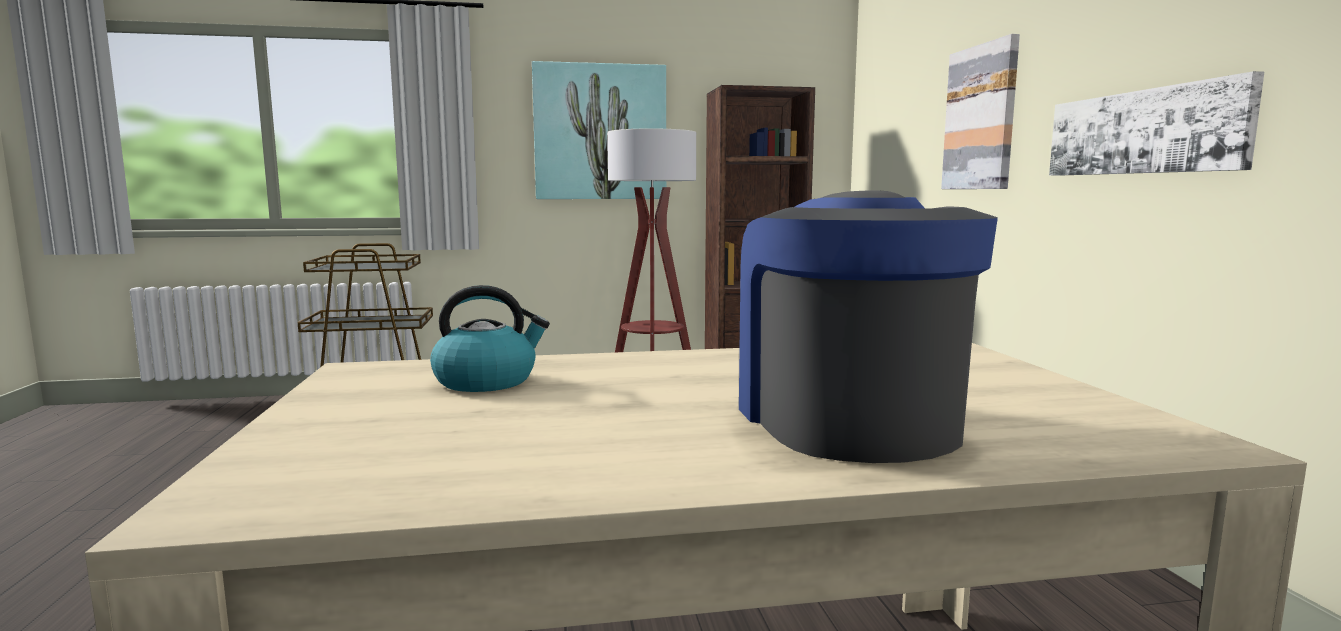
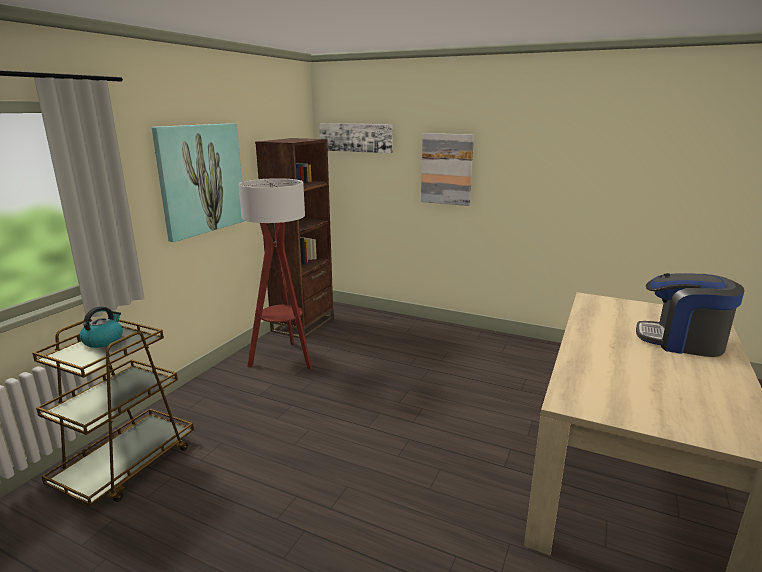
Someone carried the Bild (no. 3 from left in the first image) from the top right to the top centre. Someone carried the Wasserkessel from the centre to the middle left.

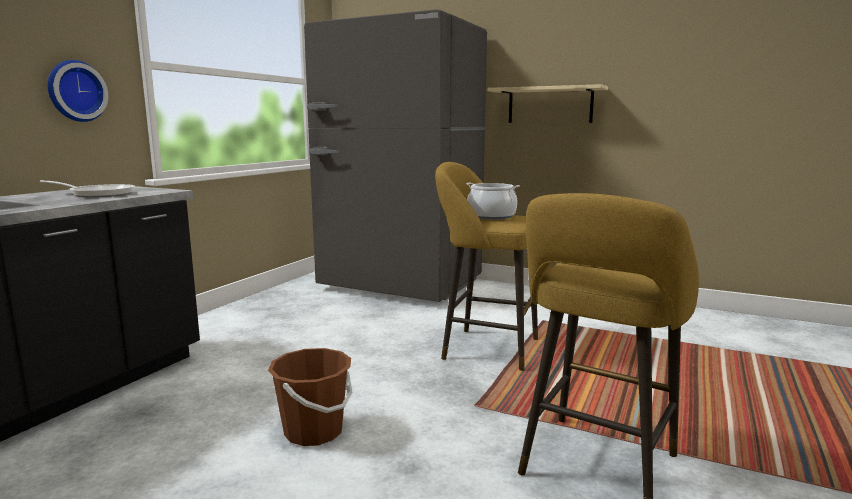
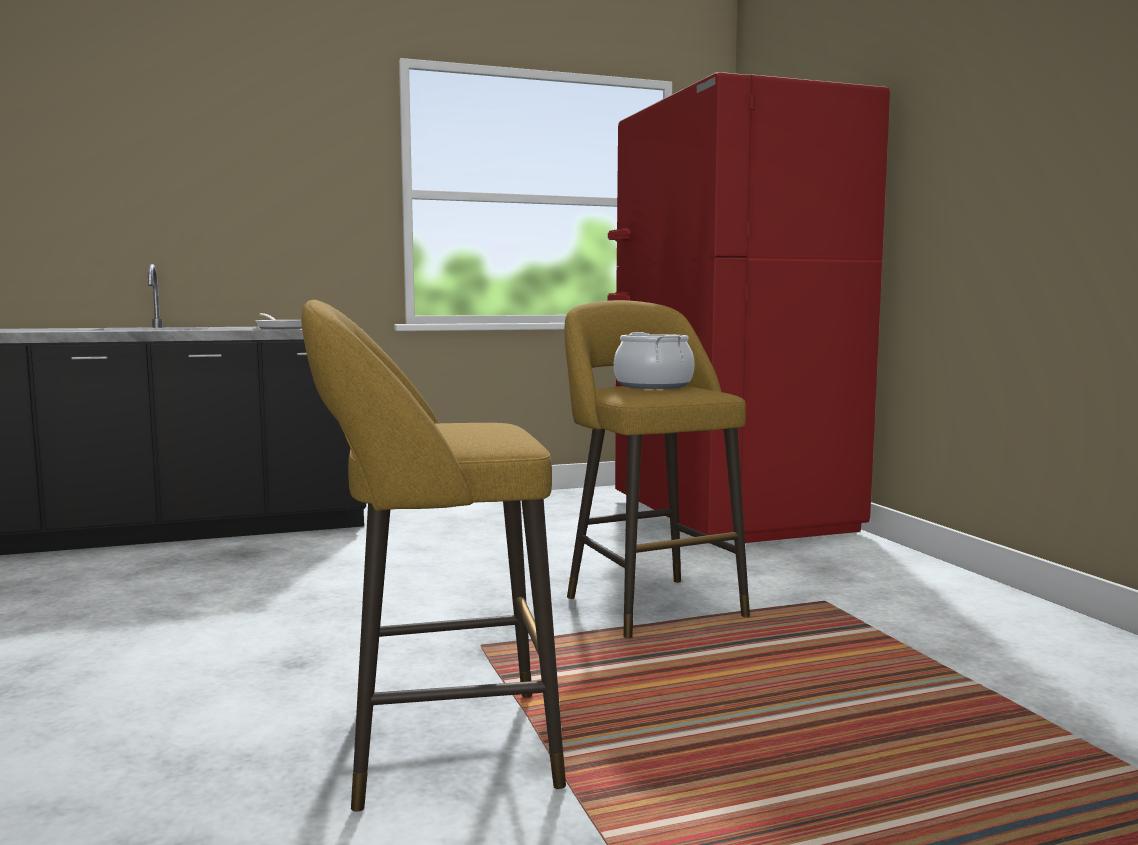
Someone repainted the Kühlschrank [grau] at the top centre, which became the Kühlschrank [rot] at the centre. Someone took away the Wanduhr at the top left. Someone took away the Wandregal [beige] at the top centre. Someone took away the Eimer [braun] at the bottom centre.

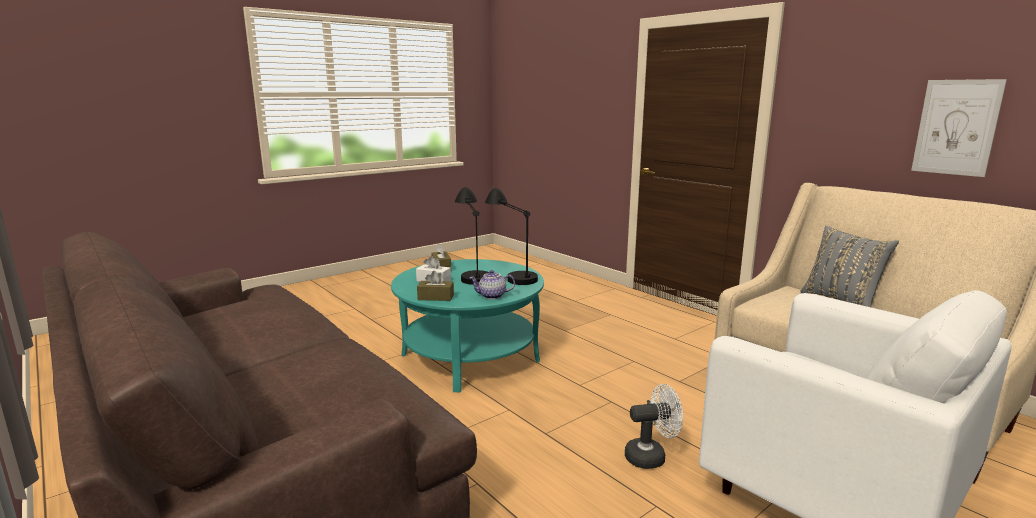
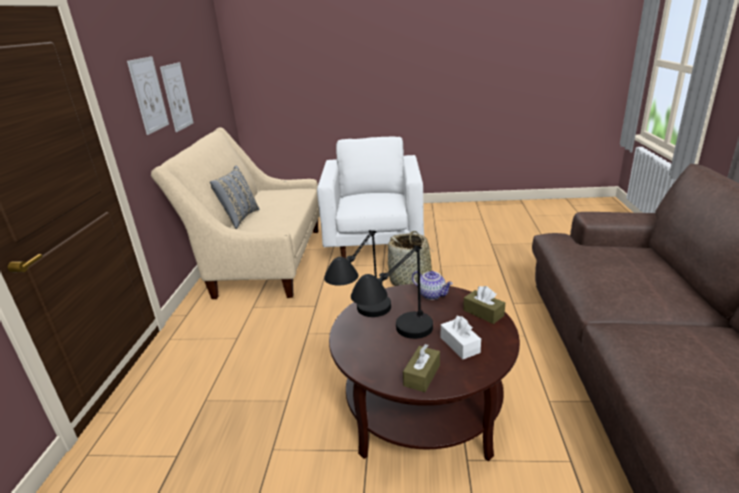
Someone repainted the Couchtisch [türkis] at the centre, which became the Couchtisch [braun] at the bottom centre. Someone swapped the Ventilator [weiß] at the bottom centre for the Korb at the centre. Someone put up the Bild (no. 1 from left) at the top left.

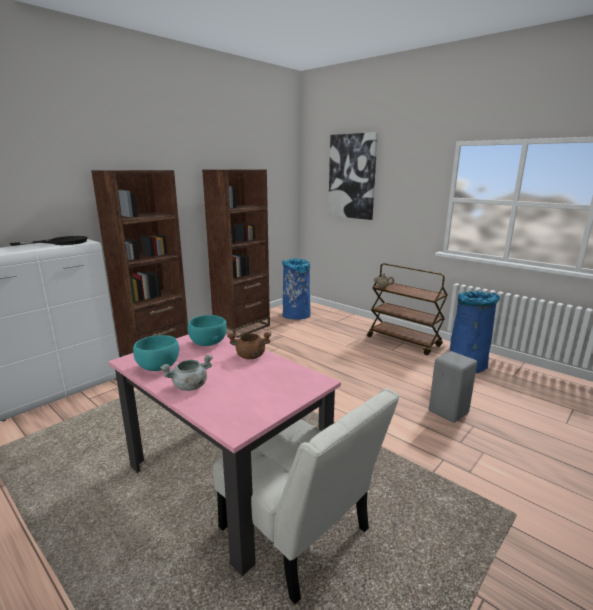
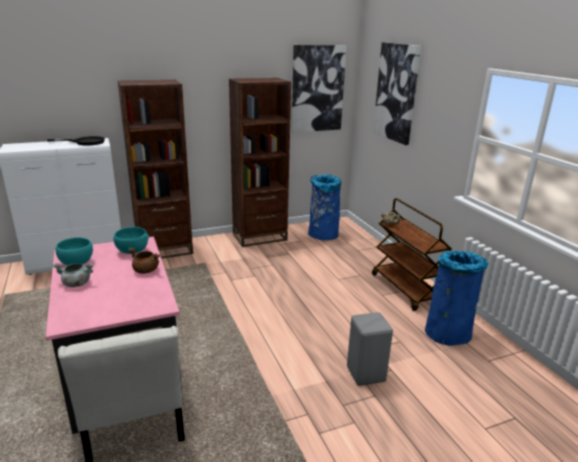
Someone put up the Bild (no. 1 from left) at the top centre.

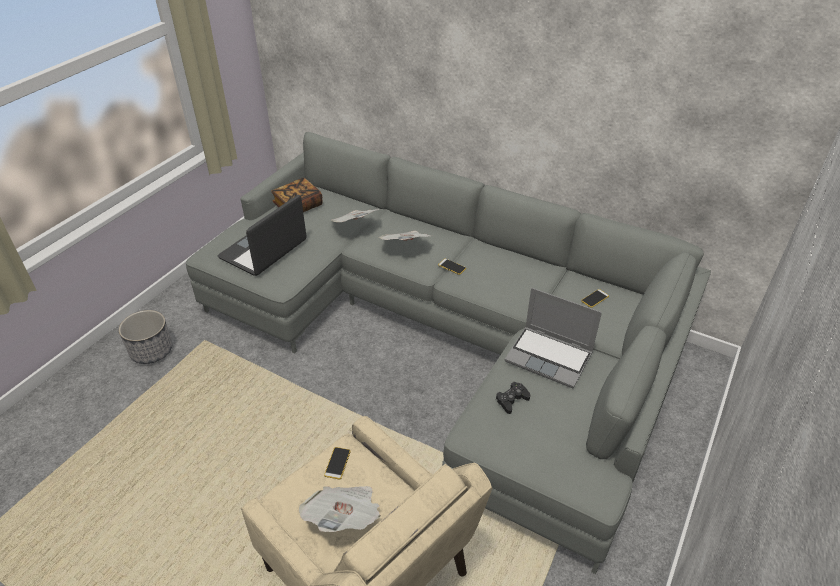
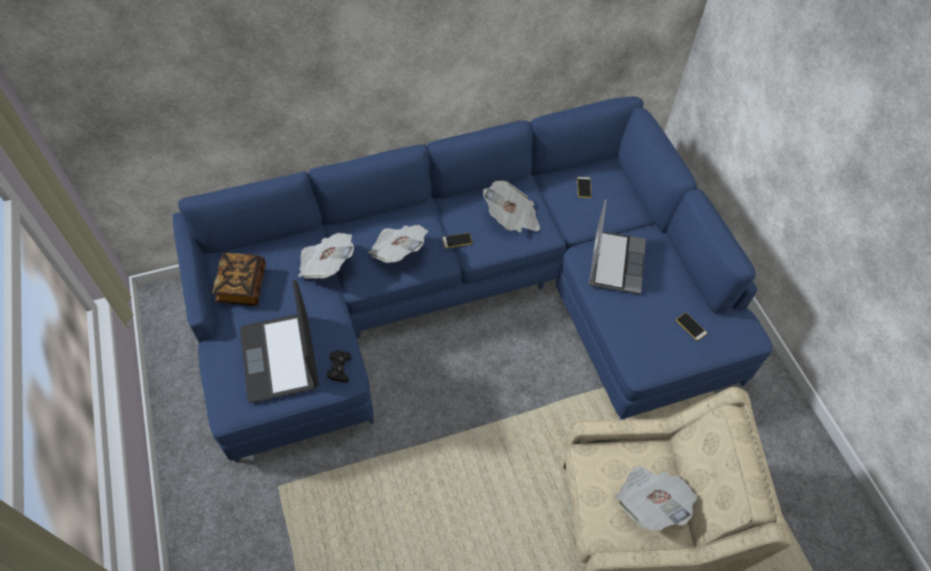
Someone repainted the Sofa [grau] at the centre, which became the Sofa [blau] at the centre. Someone rotated the Laptop (no. 2 from left) at the centre by 60 degrees counterclockwise. Someone took away the Pflanzkübel at the middle left. Someone carried the Gamepad [schwarz] from the bottom centre to the centre. Someone carried the Handy (no. 1 from left in the first image) from the bottom centre to the middle right. Someone put down the Zeitung (no. 3 from left) at the centre.

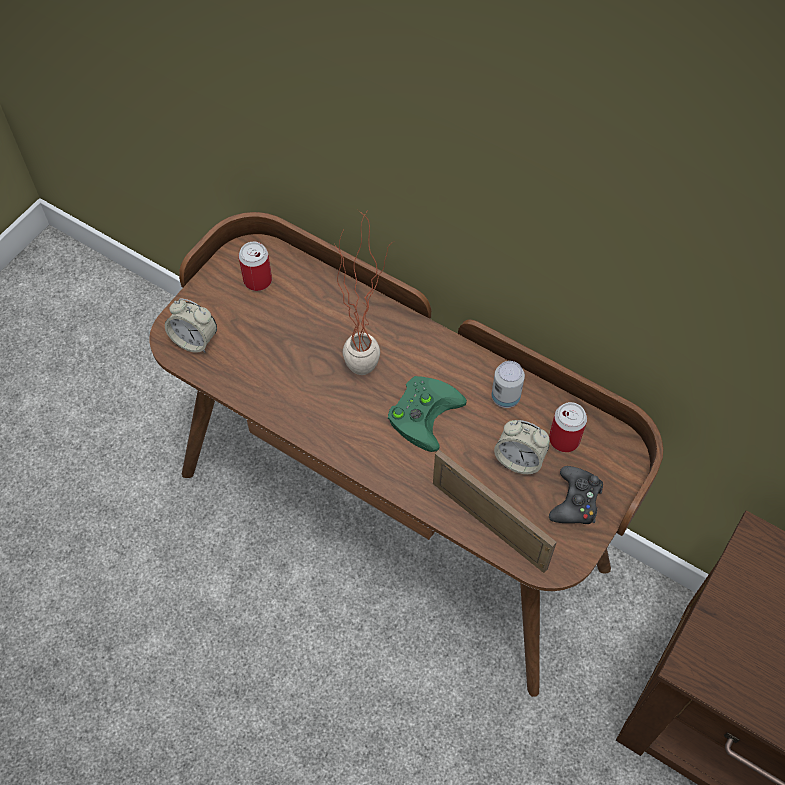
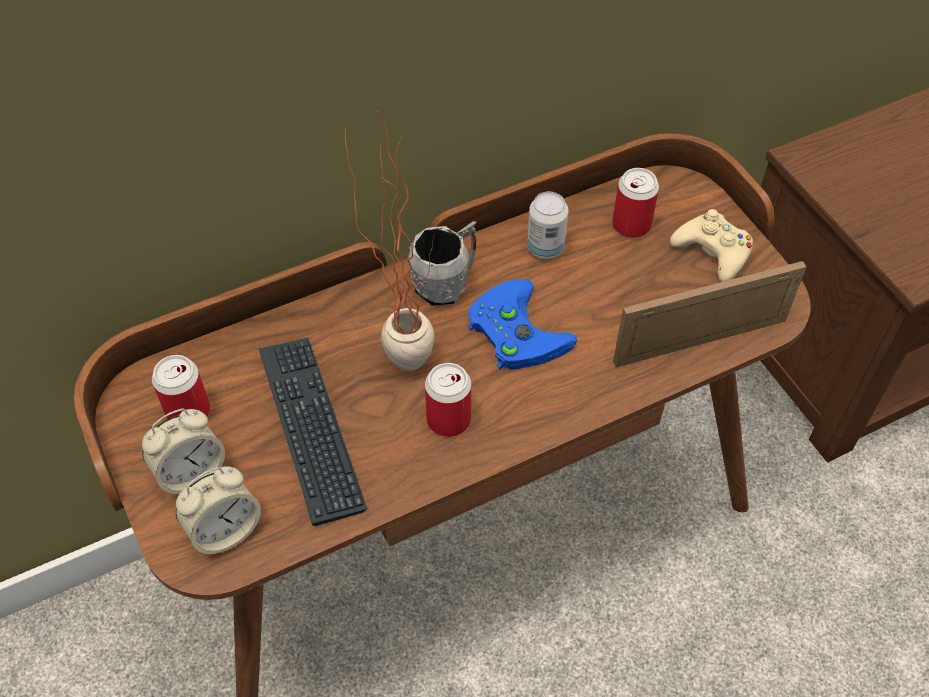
Someone repainted the Gamepad [grün] at the centre, which became the Gamepad [blau] at the centre. Someone carried the Wecker (no. 2 from left in the first image) from the centre to the middle left. Someone repainted the Gamepad [schwarz] at the middle right, which became the Gamepad [beige] at the middle right. Someone put down the Henkelbecher [grau] at the centre. Someone put down the Tastatur at the centre. Someone put down the Dose (no. 2 from left) at the centre.

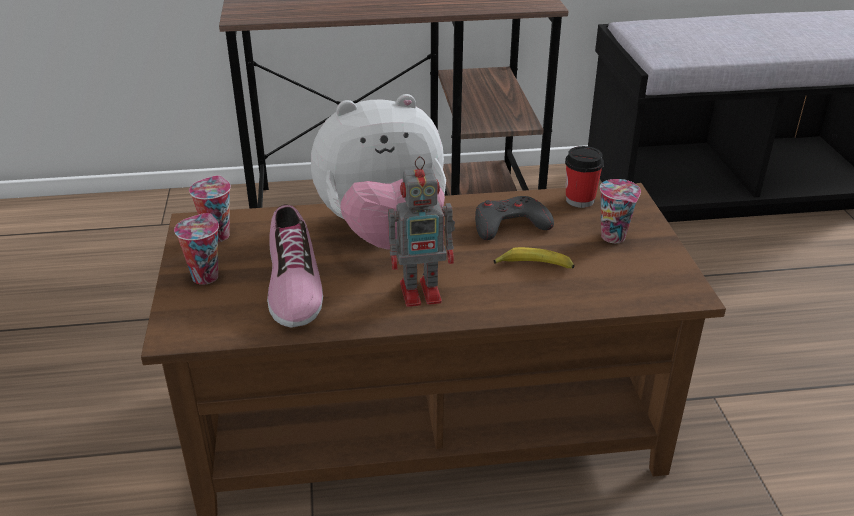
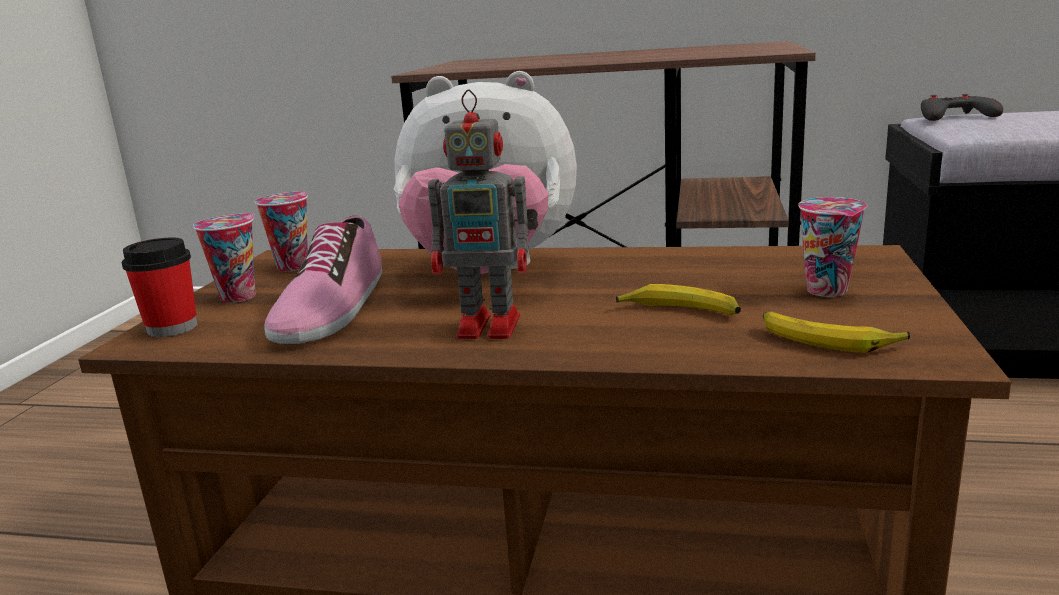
Someone carried the Tasse (no. 3 from left in the first image) from the middle right to the middle left. Someone carried the Gamepad [grau] from the centre to the top right. Someone put down the Banane (no. 2 from left) at the middle right.

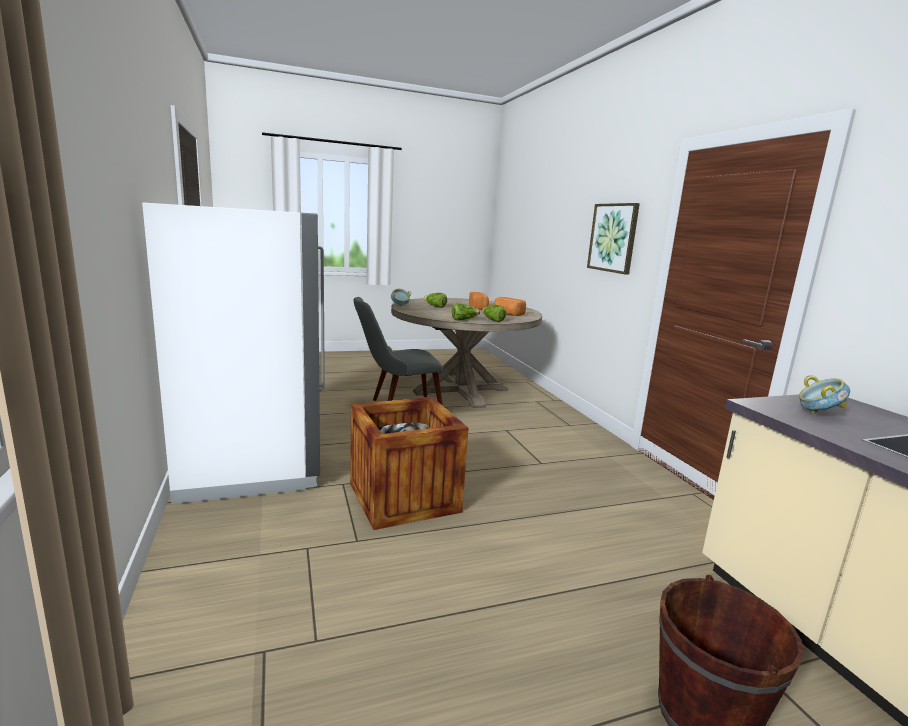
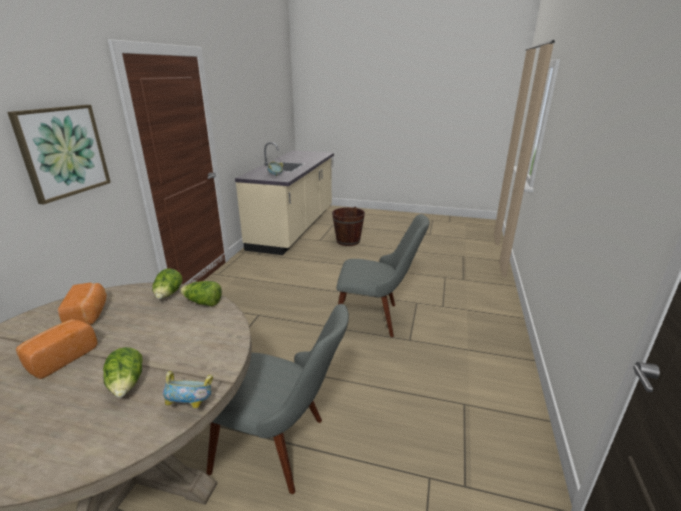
Someone took away the Kühlschrank [weiß] at the middle left. Someone swapped the Kiste at the centre for the Stuhl [grau] (no. 2 from left) at the centre.

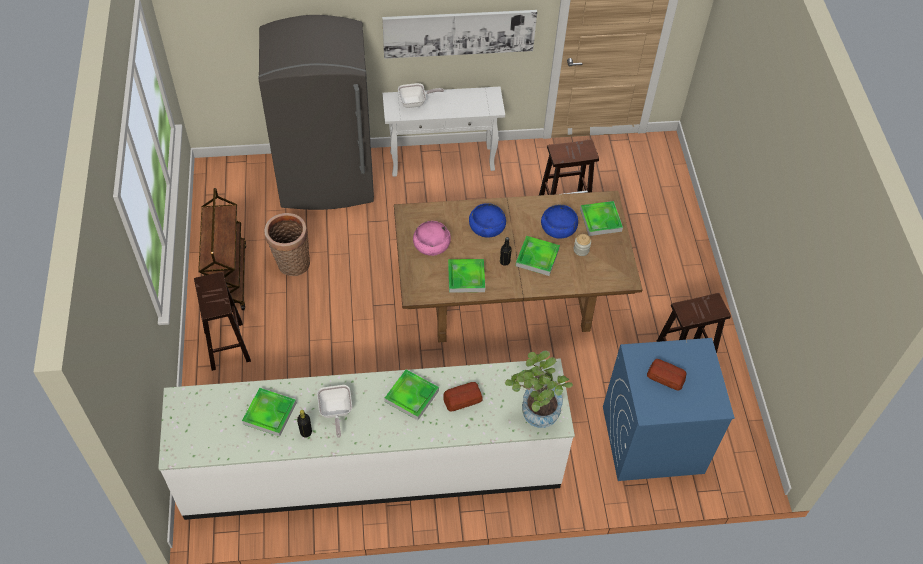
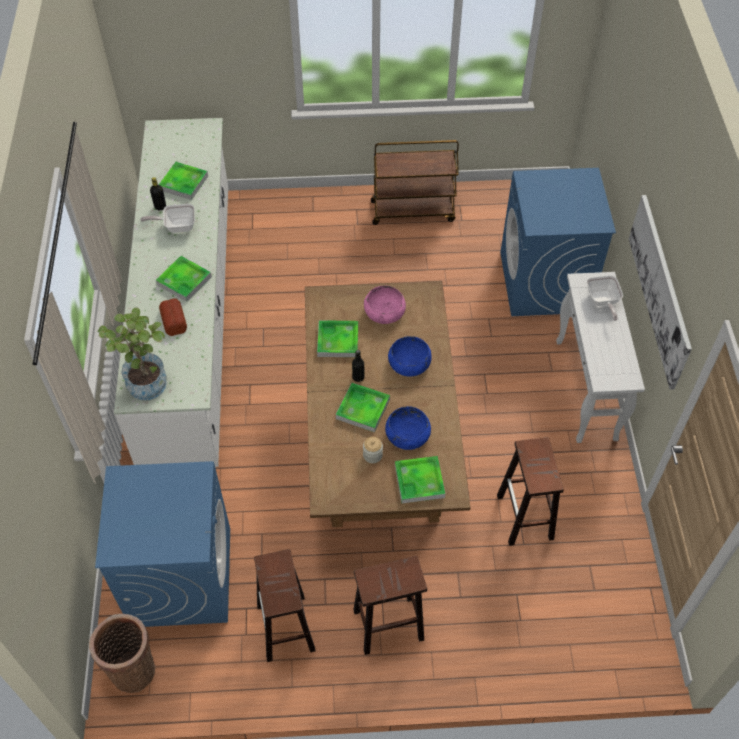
Someone swapped the Kühlschrank [grau] at the top centre for the Waschmaschine [blau] (no. 2 from left) at the top right. Someone carried the Korb from the middle left to the bottom left. Someone carried the Hocker [braun] (no. 1 from left in the first image) from the middle left to the bottom centre. Someone took away the Brot (no. 2 from left) at the middle right.

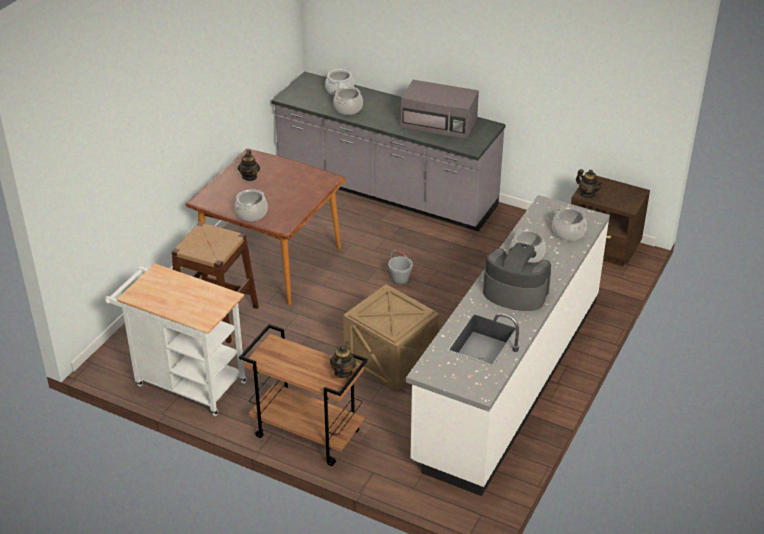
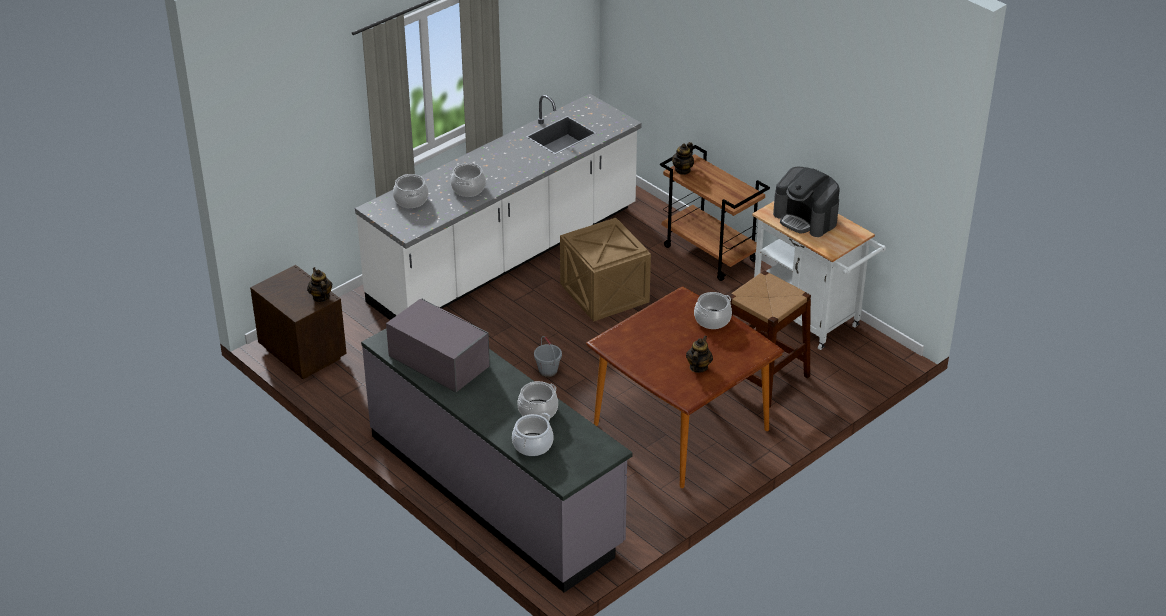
Someone carried the Kaffeemaschine from the middle right to the top right.

